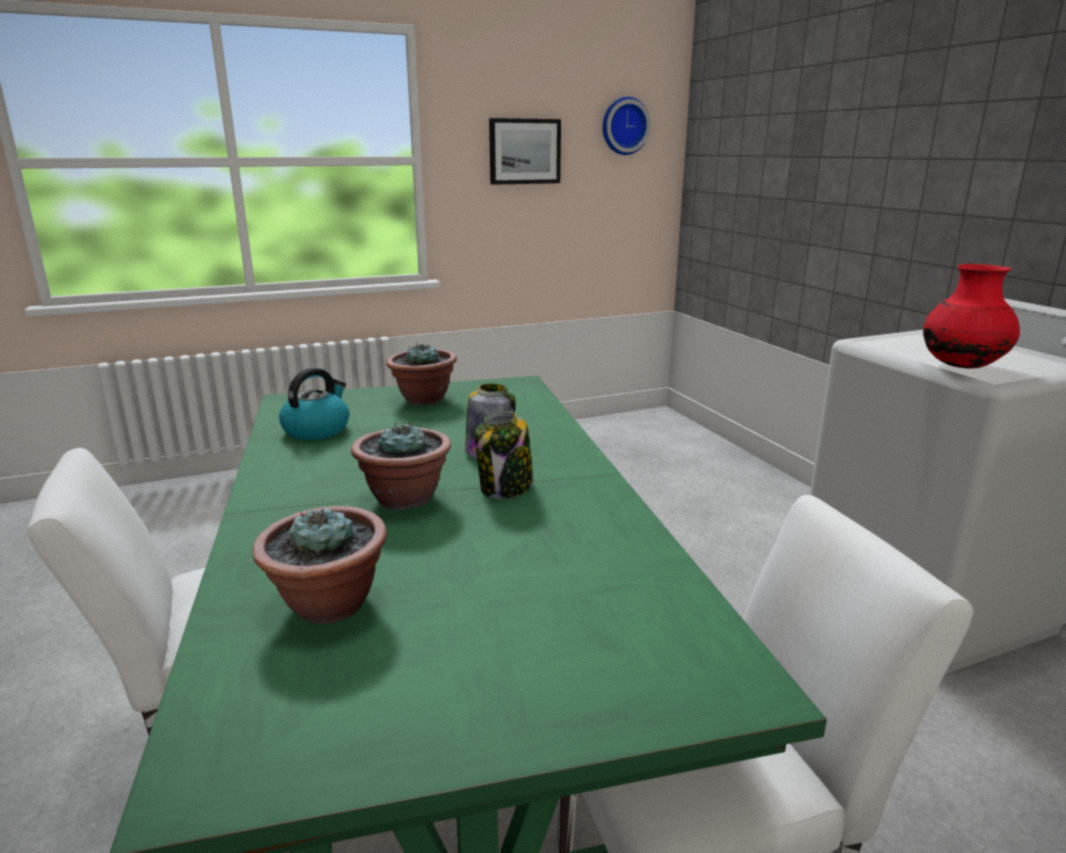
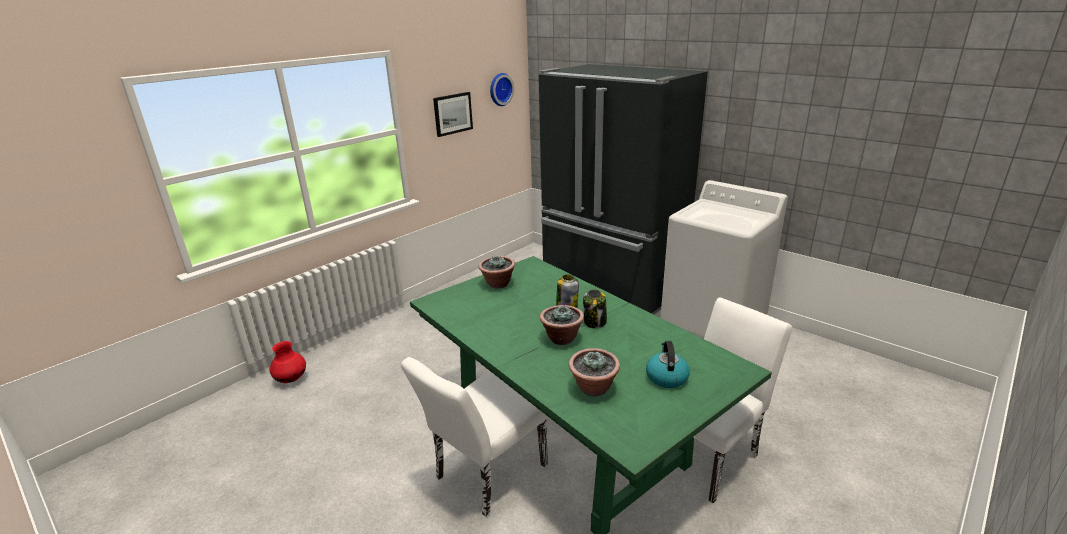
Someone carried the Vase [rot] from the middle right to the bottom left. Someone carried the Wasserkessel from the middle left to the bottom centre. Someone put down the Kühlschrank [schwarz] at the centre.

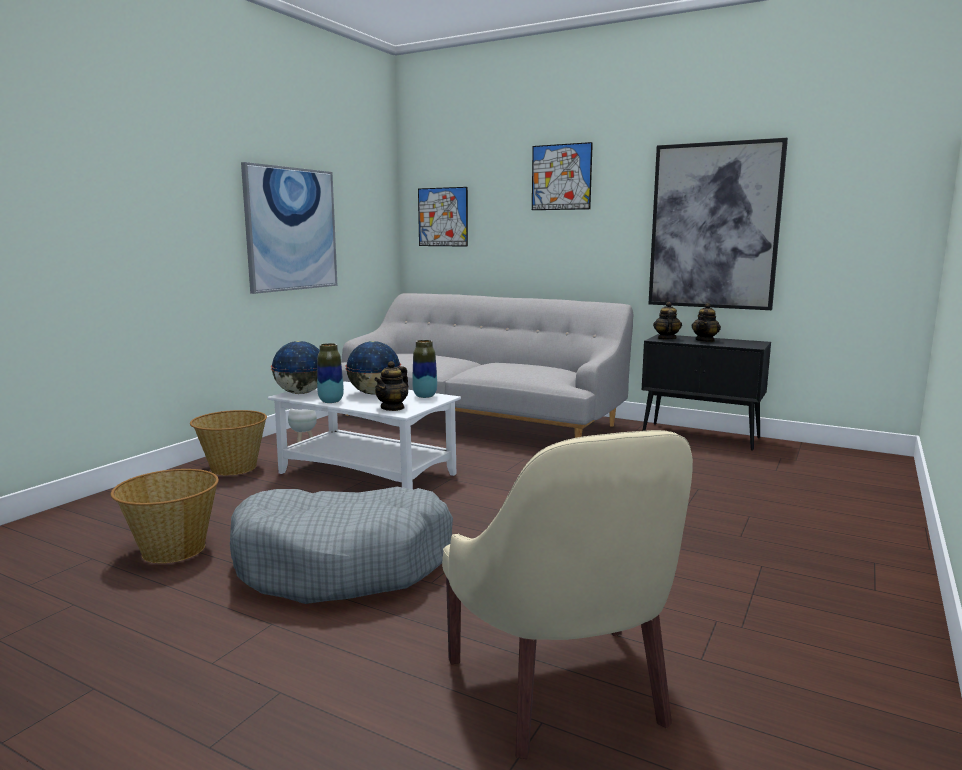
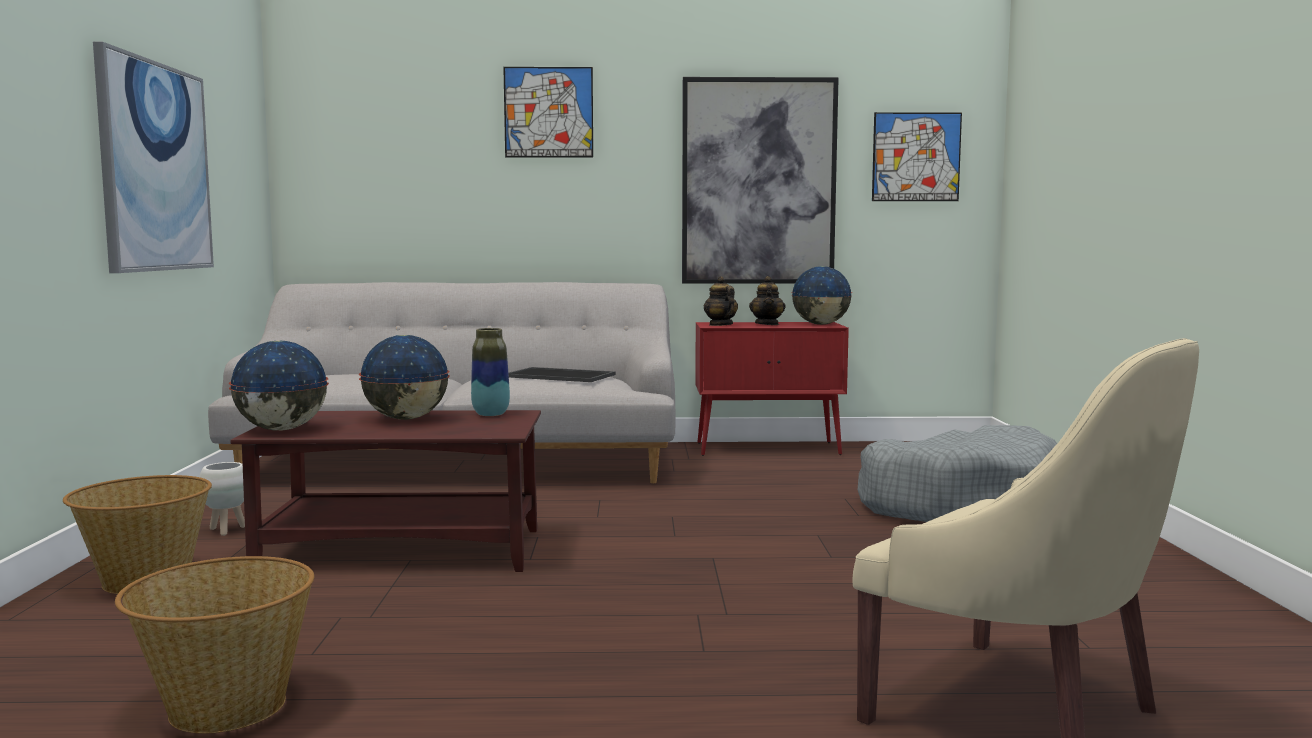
Someone carried the Bild (no. 2 from left in the first image) from the top centre to the top right. Someone repainted the Schrank [schwarz] at the middle right, which became the Schrank [rot] at the centre. Someone took away the Vase (no. 1 from left) at the centre. Someone took away the Teekanne (no. 1 from left) at the centre. Someone repainted the Couchtisch [weiß] at the centre, which became the Couchtisch [braun] at the middle left. Someone carried the Hundebett [grau] from the bottom centre to the middle right. Someone put down the Globus (no. 3 from left) at the centre. Someone put down the Tablett at the centre.

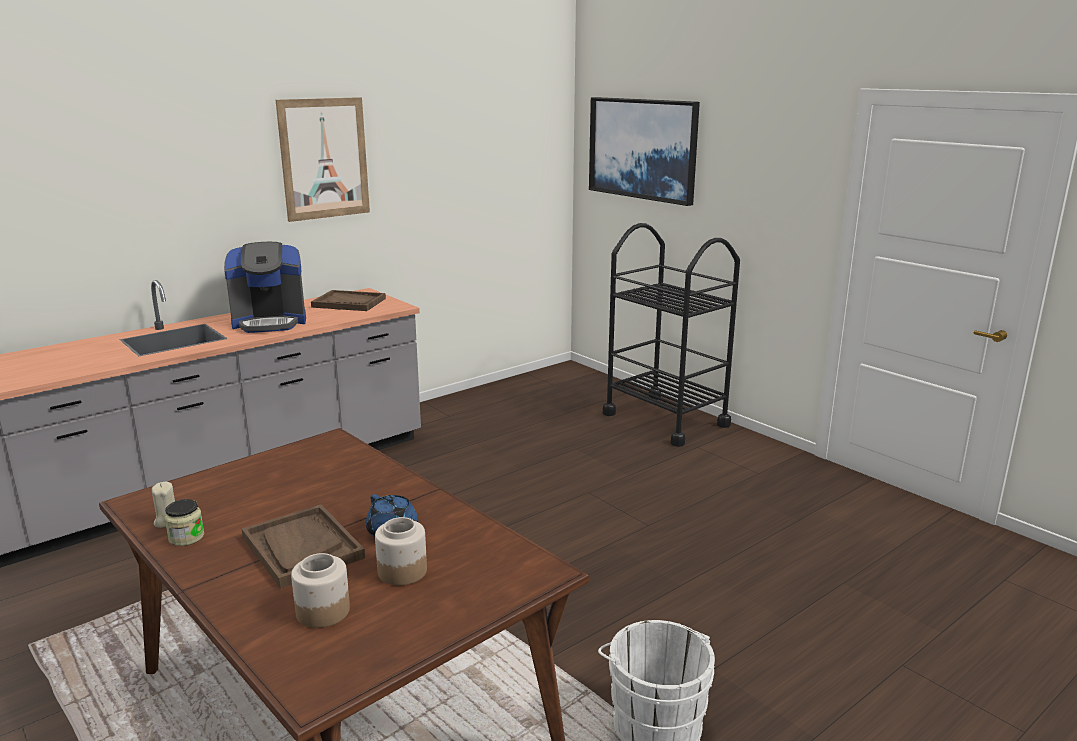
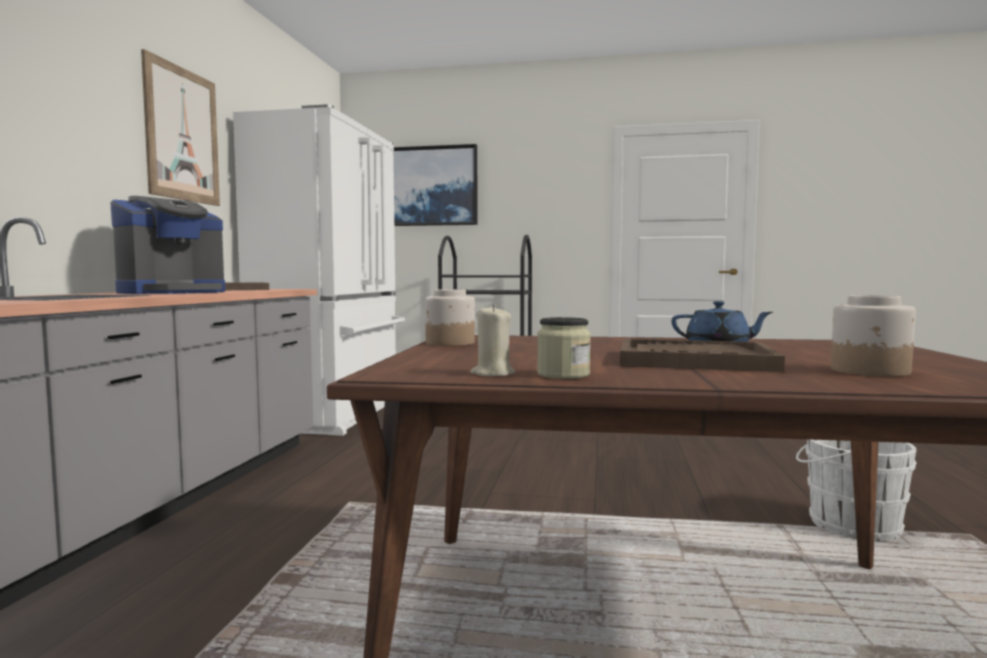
Someone carried the Vorratsglas (no. 3 from left in the first image) from the bottom centre to the centre. Someone put down the Kühlschrank [weiß] at the middle left.

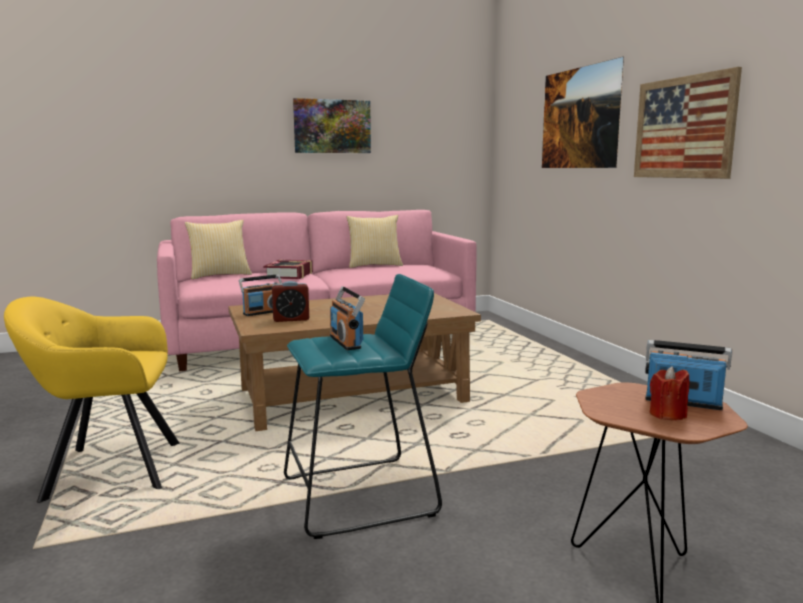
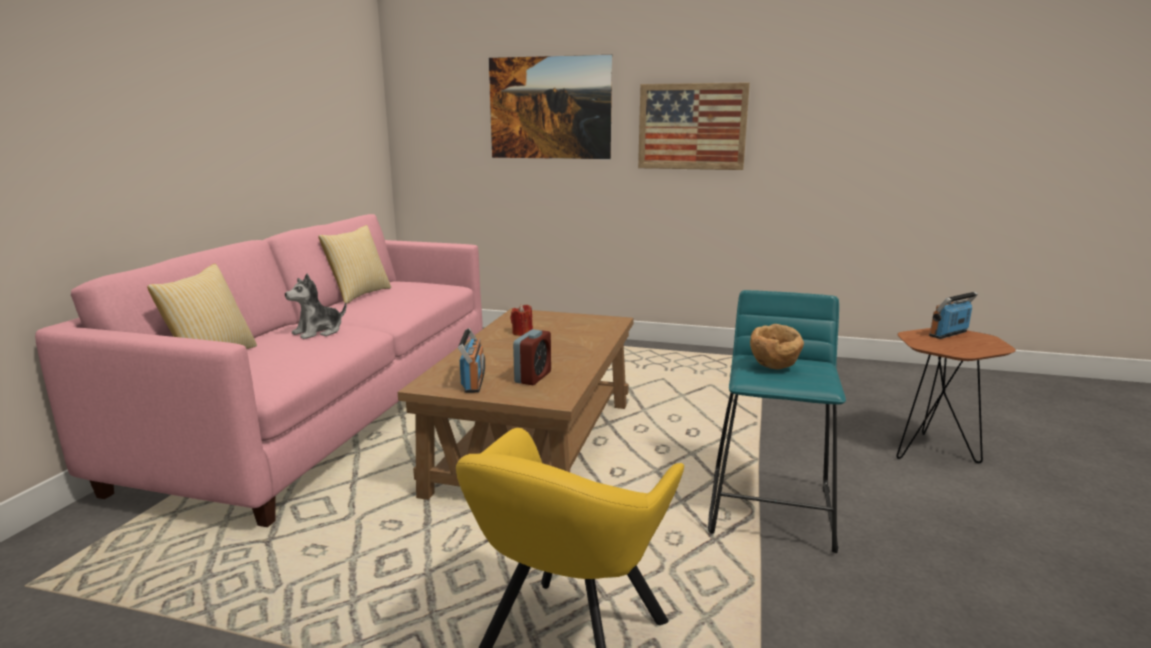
Someone took away the Bild (no. 1 from left) at the top centre. Someone swapped the Buch at the centre for the Plüschtier at the middle left. Someone swapped the Radio (no. 2 from left) at the centre for the Schüssel [braun] at the middle right. Someone carried the Kerze [rot] from the middle right to the centre.

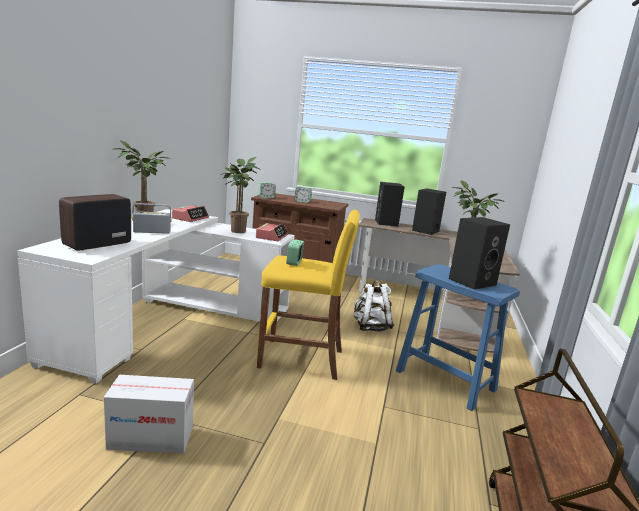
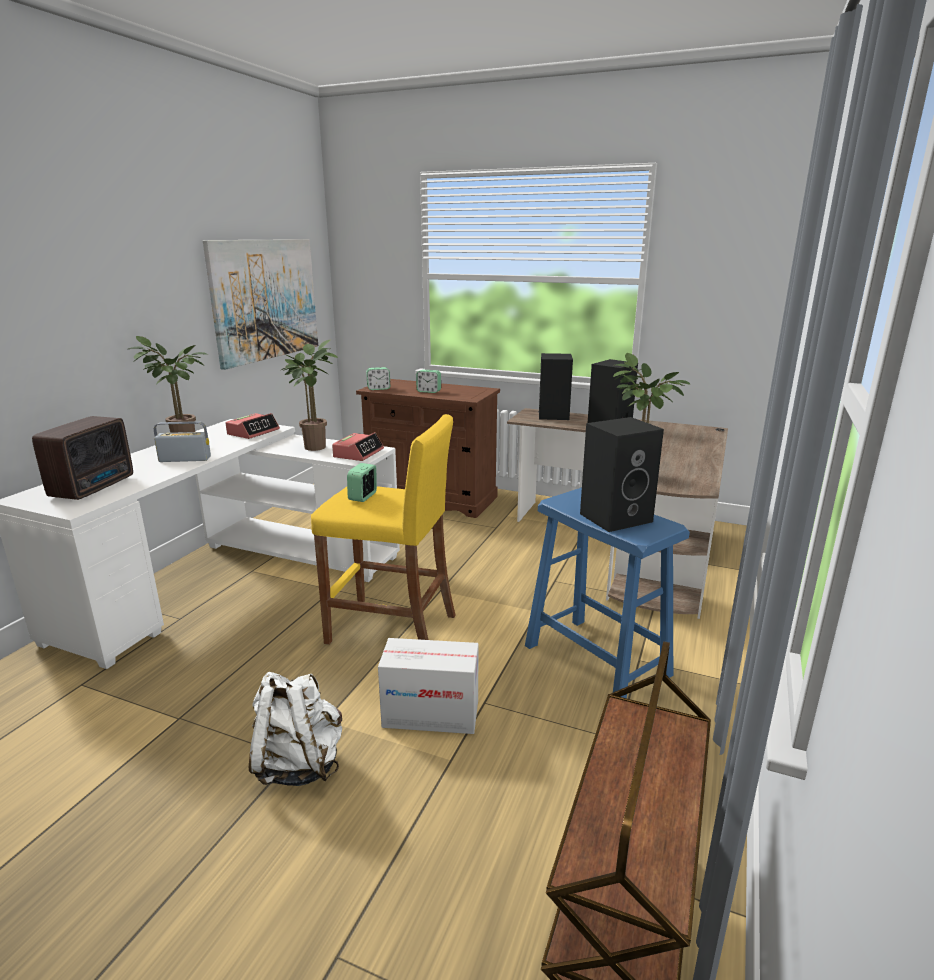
Someone rotated the Radio (no. 1 from left) at the middle left by 150 degrees clockwise. Someone carried the Rucksack [weiß] from the centre to the bottom left. Someone carried the Karton from the bottom left to the bottom centre. Someone put up the Bild at the top left.

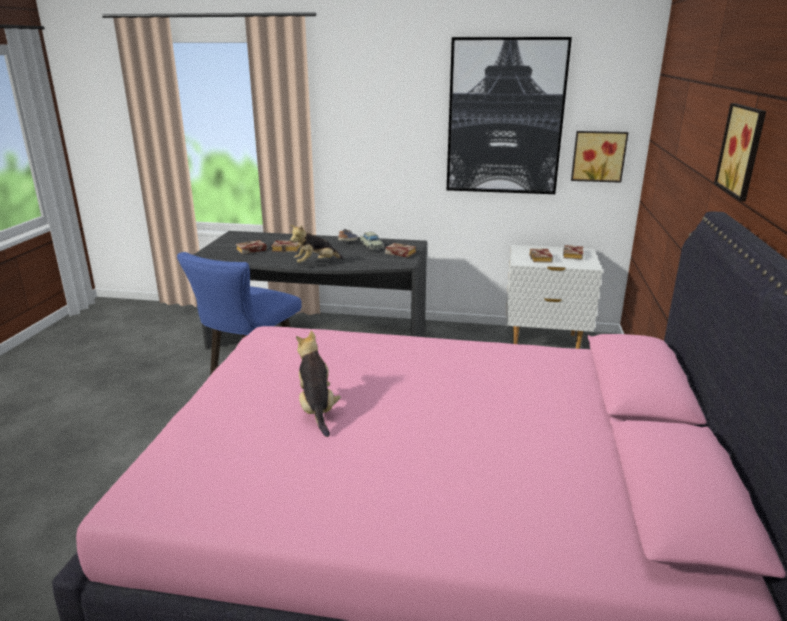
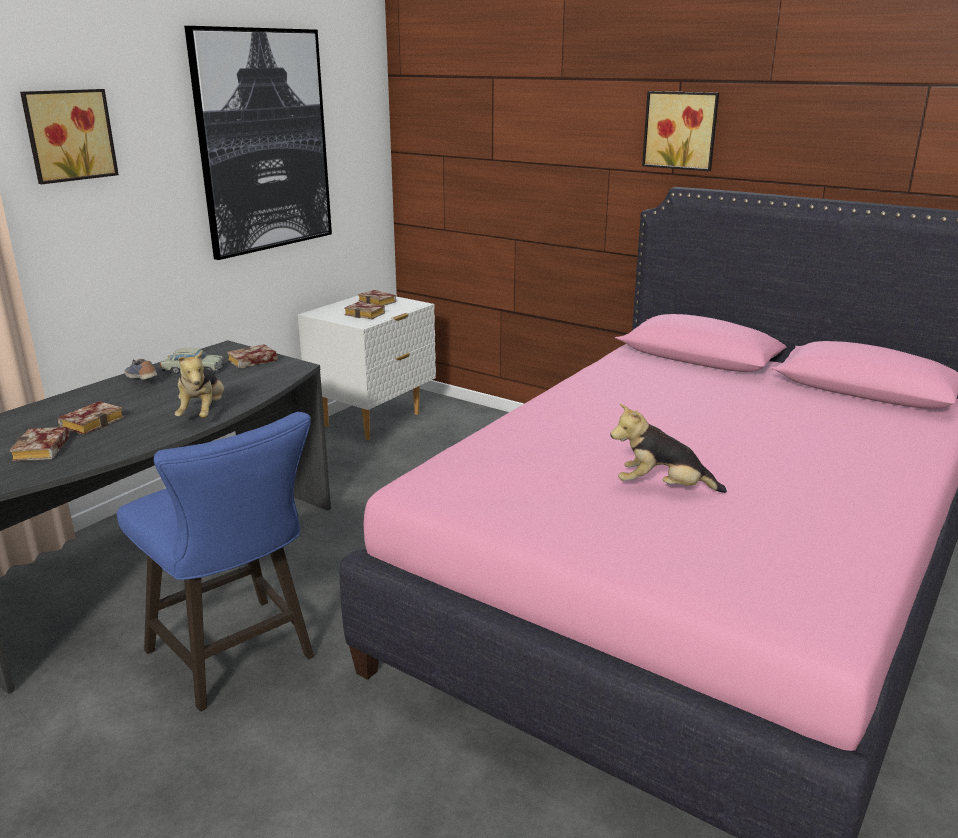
Someone carried the Bild (no. 2 from left in the first image) from the top right to the top left.

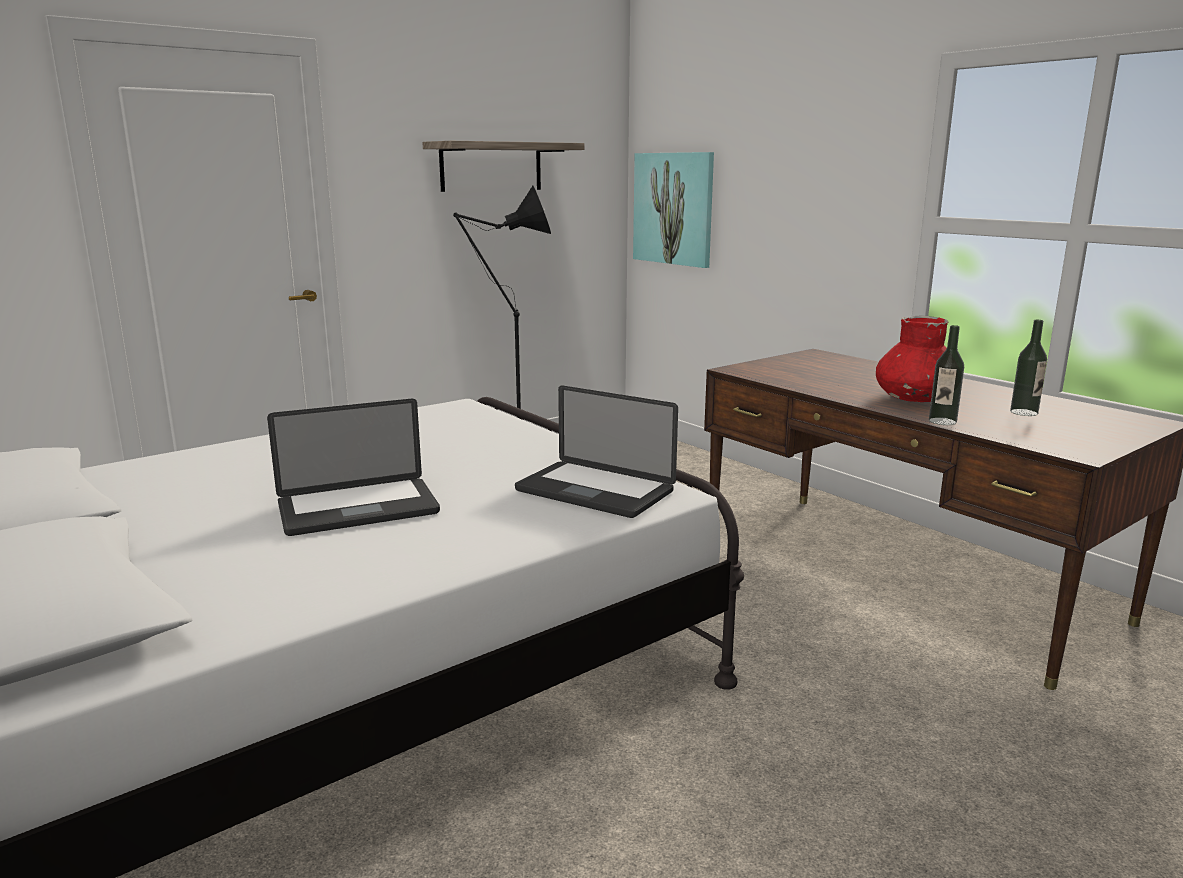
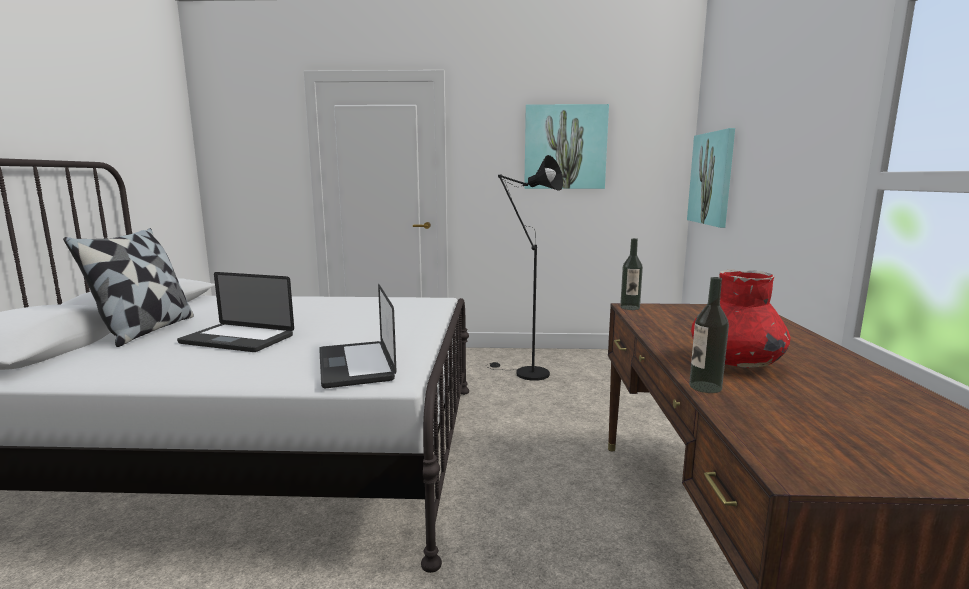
Someone swapped the Wandregal at the top centre for the Bild (no. 1 from left) at the top centre. Someone carried the Flasche (no. 2 from left in the first image) from the middle right to the centre. Someone put down the Kissen at the middle left.

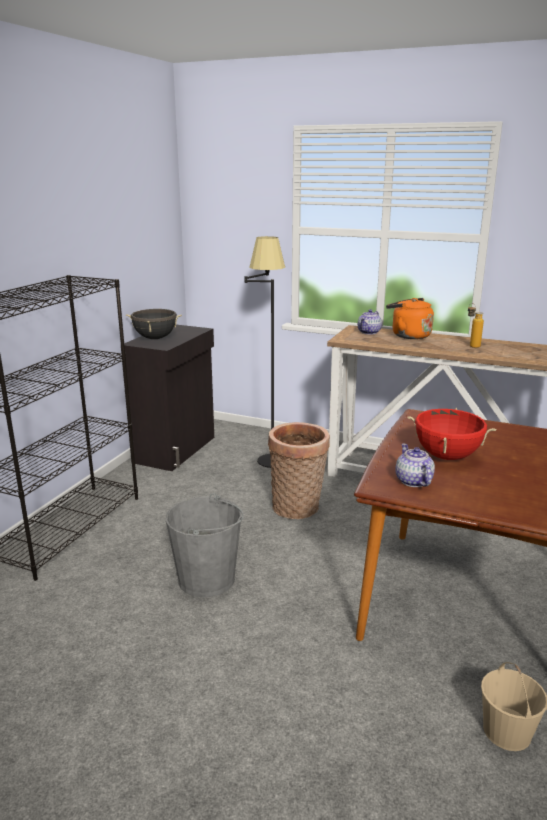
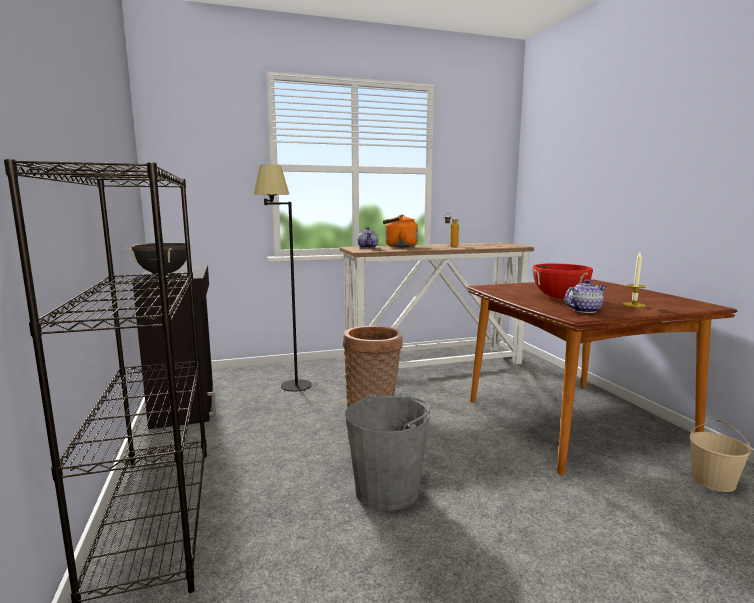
Someone rotated the Teekanne (no. 2 from left) at the middle right by 120 degrees clockwise. Someone put down the Kerze at the middle right.

